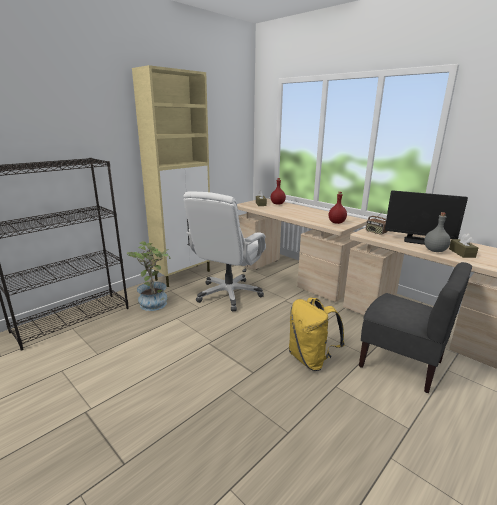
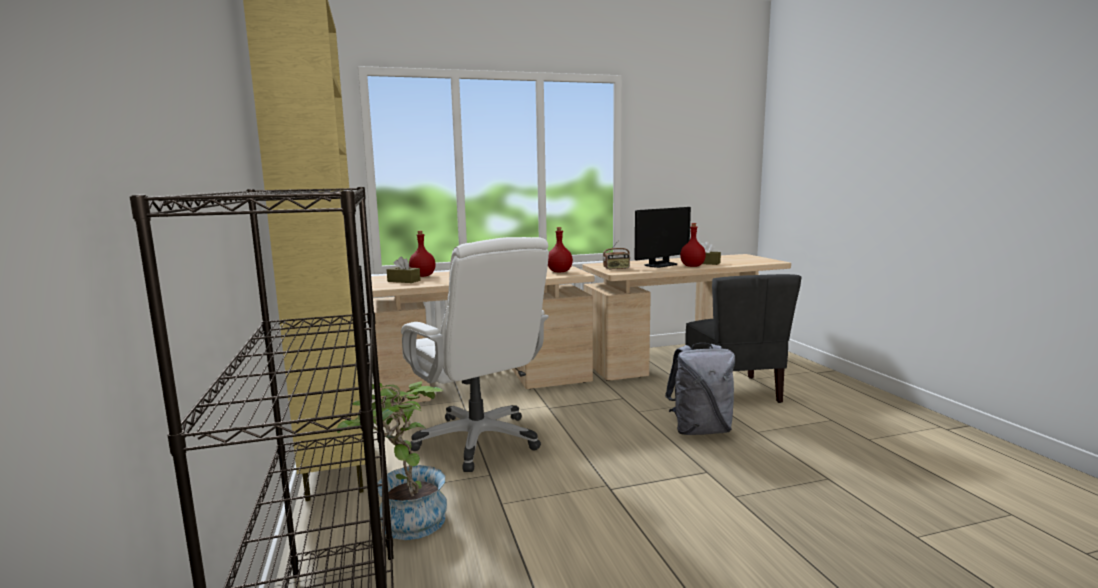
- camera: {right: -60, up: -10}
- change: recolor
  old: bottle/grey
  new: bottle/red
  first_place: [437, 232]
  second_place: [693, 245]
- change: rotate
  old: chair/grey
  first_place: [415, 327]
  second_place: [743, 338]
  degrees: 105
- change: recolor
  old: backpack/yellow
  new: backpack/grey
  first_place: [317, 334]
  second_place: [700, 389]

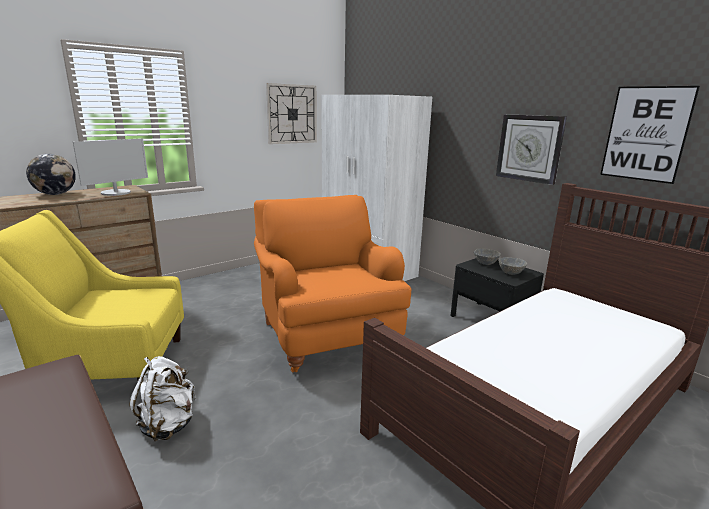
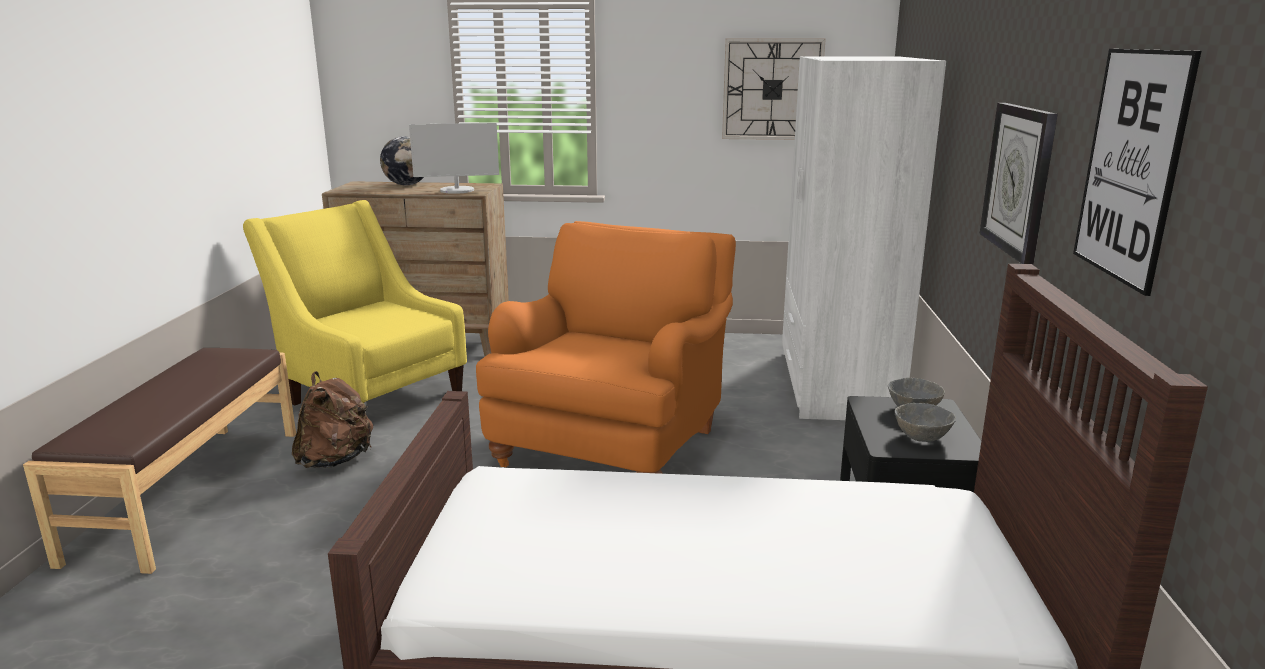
- camera: {right: 45, up: 0}
- change: recolor
  old: backpack/white
  new: backpack/brown
  first_place: [162, 398]
  second_place: [332, 419]

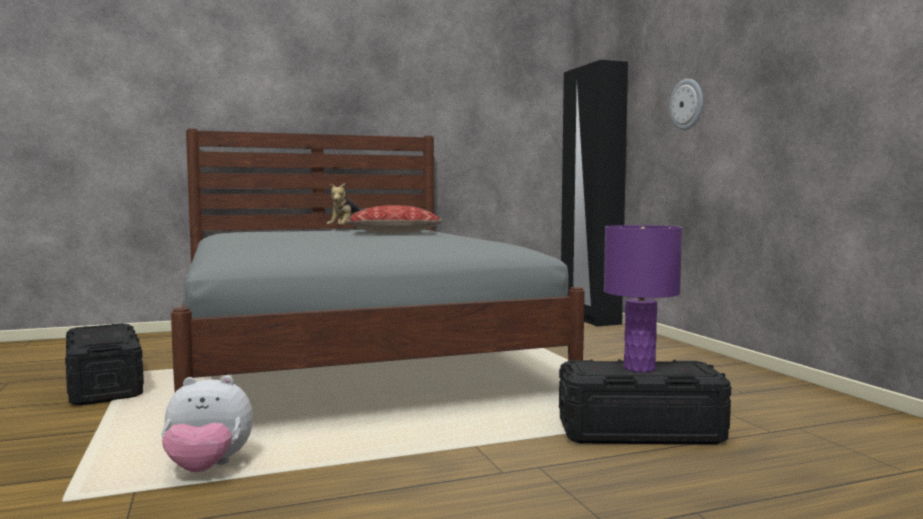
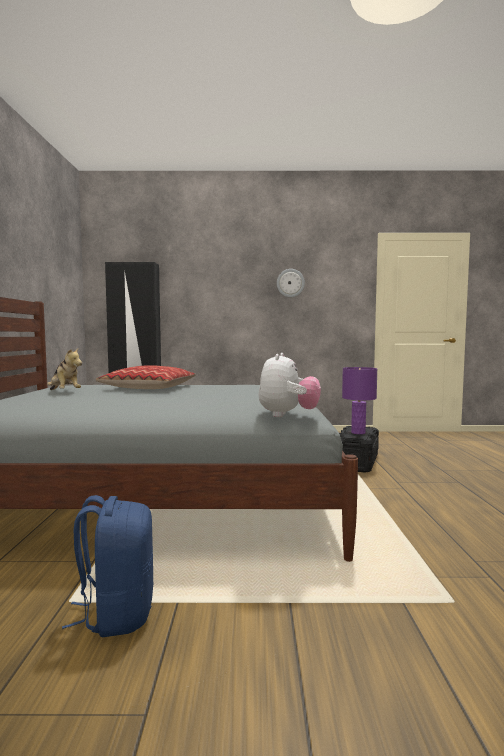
- camera: {right: -70, up: 0}
- change: move
  old: wall clock
  first_place: [686, 104]
  second_place: [291, 283]
- change: replace
  old: storage box/black
  new: backpack/blue
  first_place: [104, 364]
  second_place: [107, 566]
- change: move
  old: plush toy
  first_place: [207, 424]
  second_place: [290, 385]

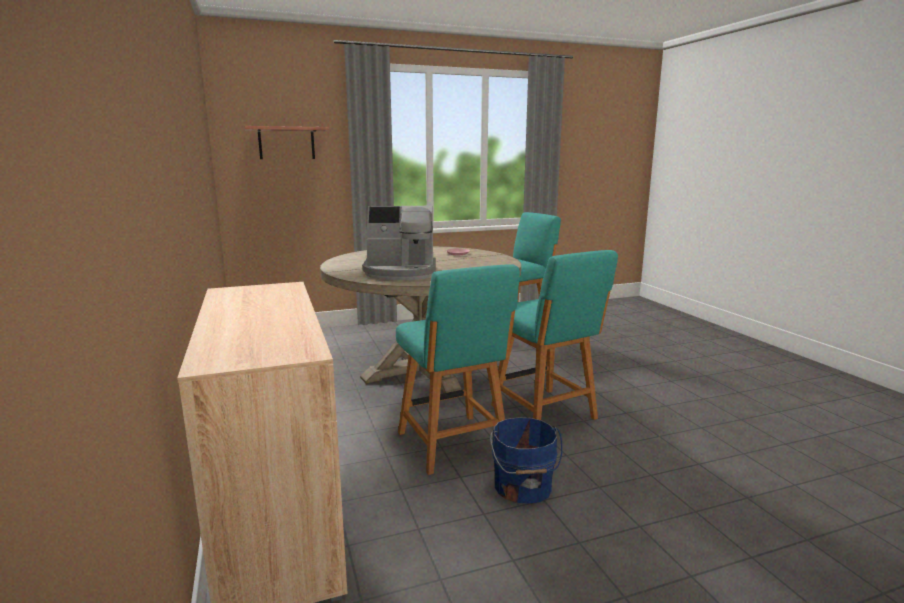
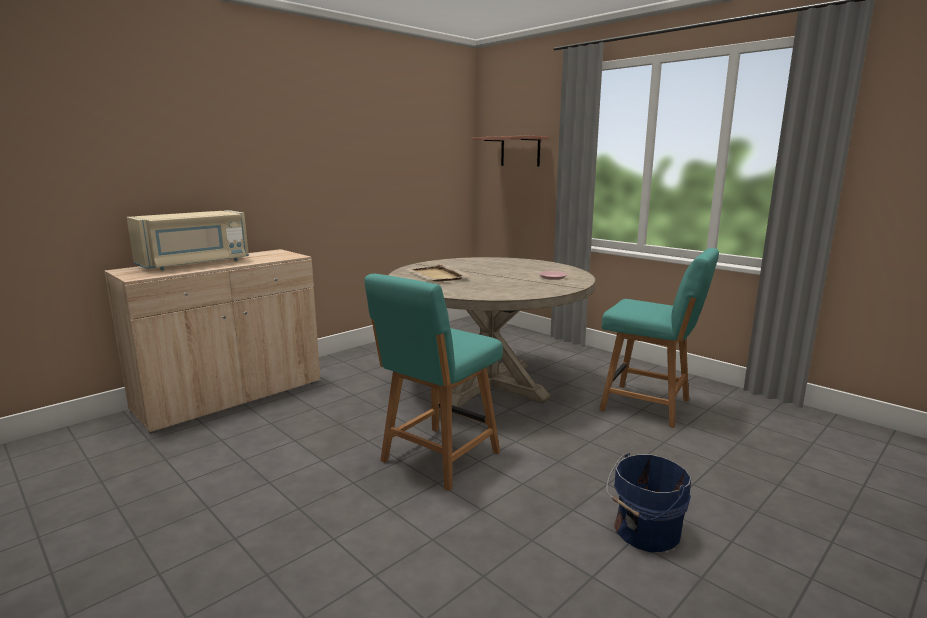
- camera: {right: 65, up: 0}
- change: replace
  old: coffee machine
  new: tray/beige
  first_place: [399, 243]
  second_place: [439, 273]
- change: delete
  old: chair/turquoise
  first_place: [458, 369]
- change: move
  old: bucket/blue
  first_place: [526, 460]
  second_place: [648, 502]
- change: insert
  new: microwave/beige
  second_place: [187, 240]

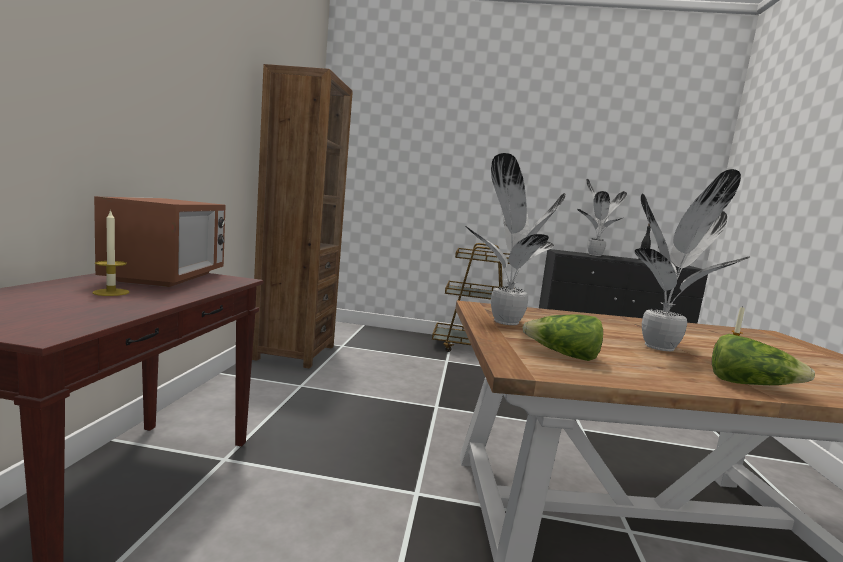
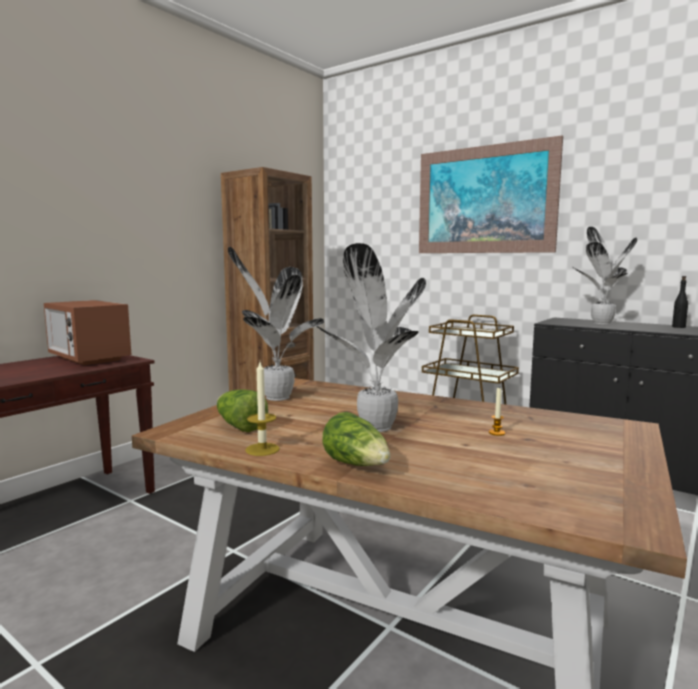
- camera: {right: 30, up: 0}
- change: rotate
  old: microwave
  first_place: [160, 241]
  second_place: [87, 332]
  degrees: 105
- change: move
  old: candle
  first_place: [110, 252]
  second_place: [262, 409]
- change: insert
  new: picture
  second_place: [491, 194]

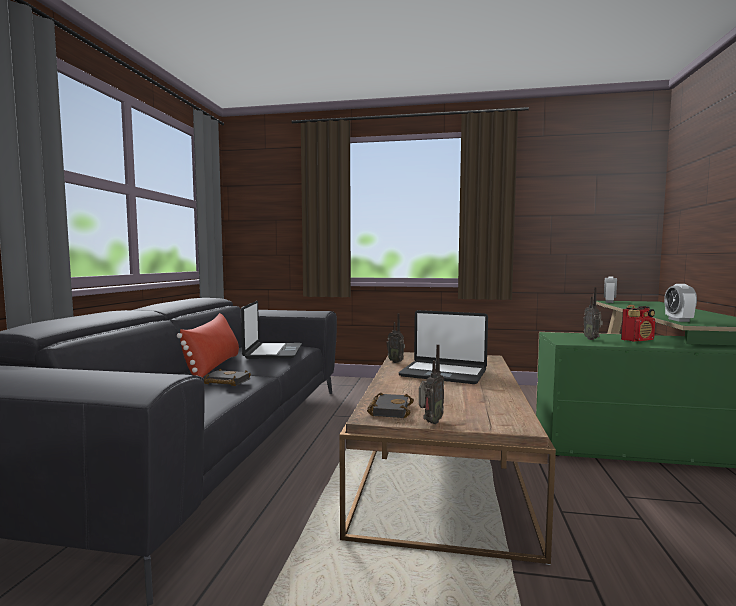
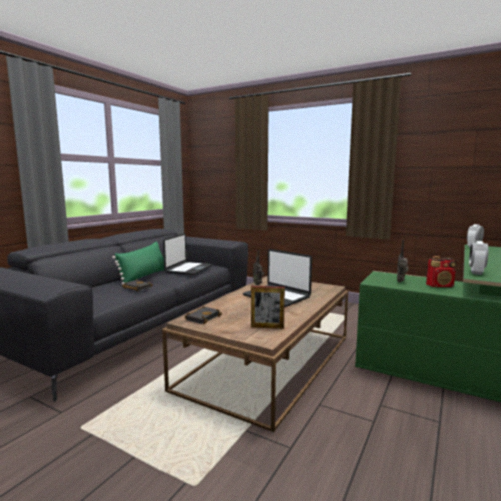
- camera: {right: 20, up: 5}
- change: recolor
  old: pillow/red
  new: pillow/green
  first_place: [208, 345]
  second_place: [138, 263]
- change: delete
  old: radio
  first_place: [431, 384]
- change: insert
  new: picture frame
  second_place: [268, 307]

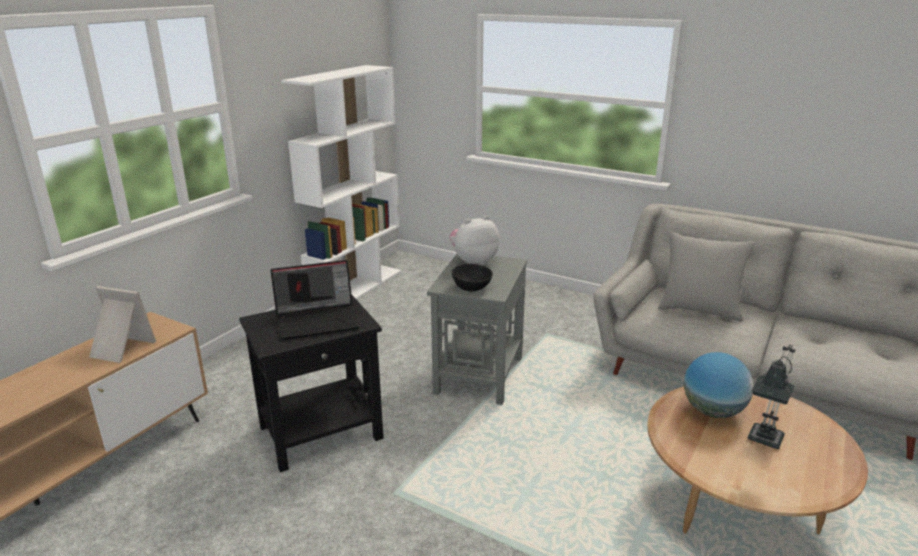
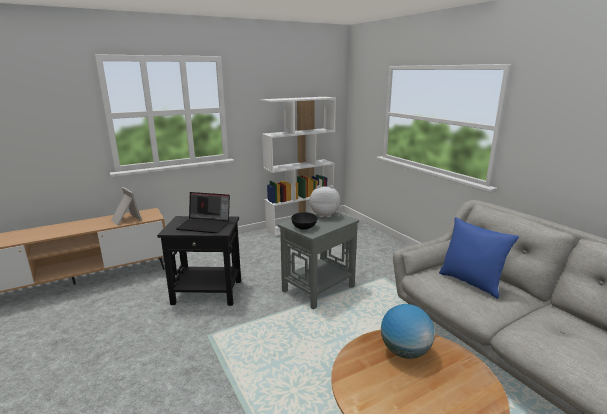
- camera: {right: 30, up: -5}
- change: recolor
  old: pillow/grey
  new: pillow/blue
  first_place: [706, 277]
  second_place: [479, 258]
- change: delete
  old: table lamp
  first_place: [771, 396]

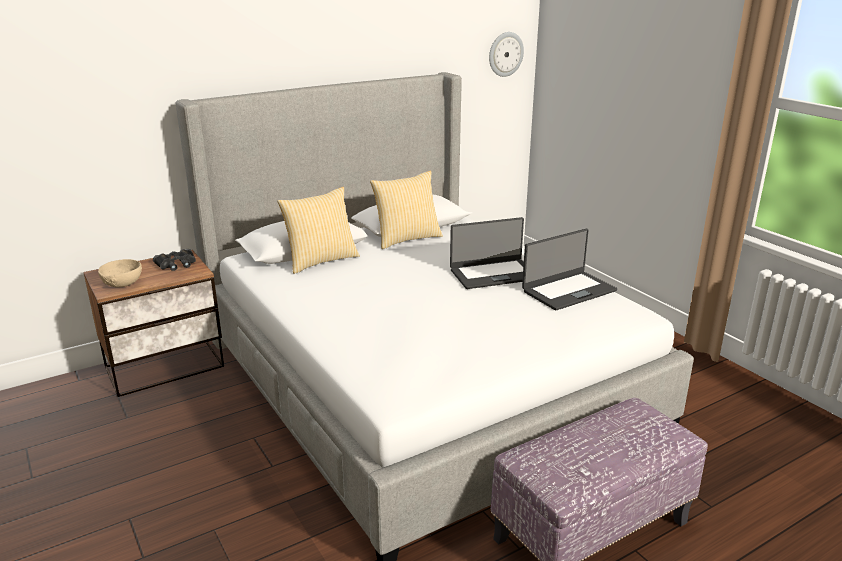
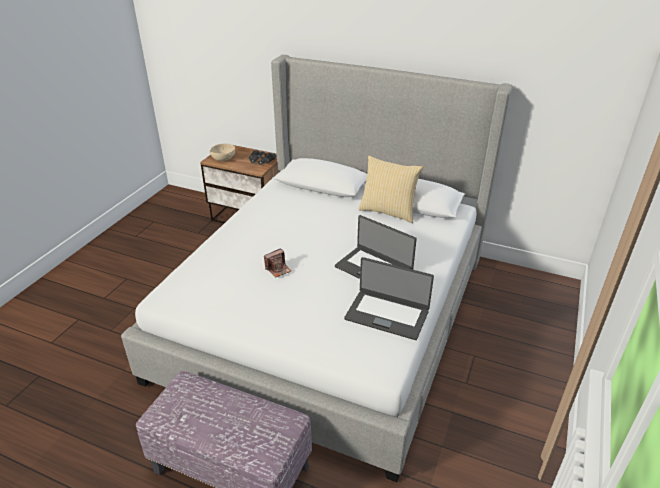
- camera: {right: 55, up: 10}
- change: delete
  old: wall clock
  first_place: [506, 54]
- change: delete
  old: pillow
  first_place: [318, 230]
- change: insert
  new: photo camera
  second_place: [278, 263]

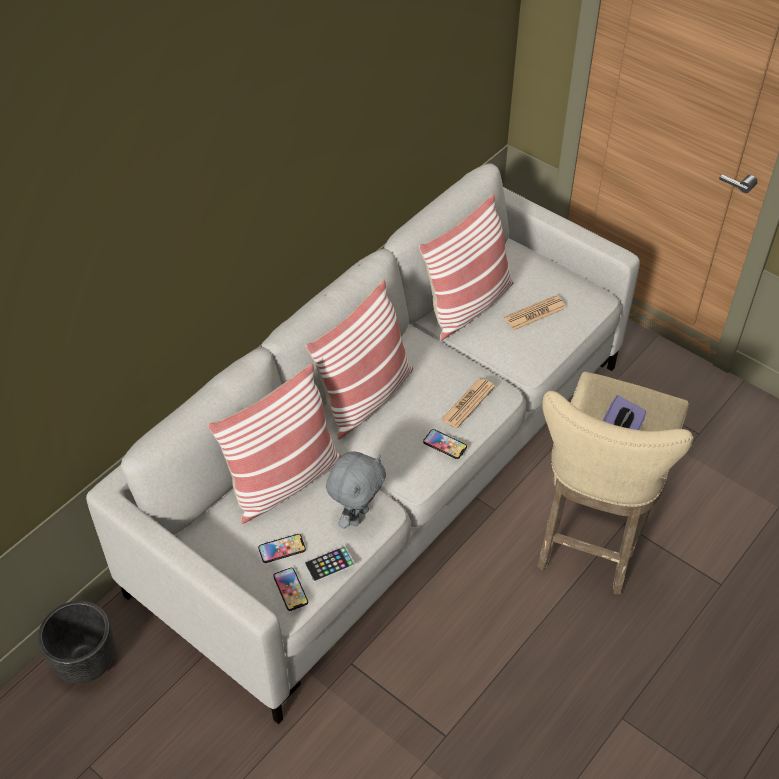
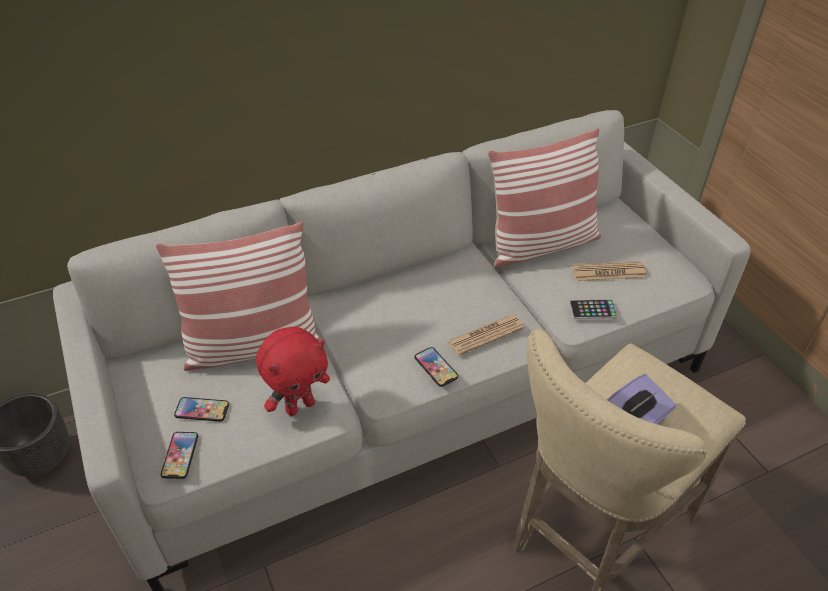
- camera: {right: 25, up: -5}
- change: delete
  old: pillow
  first_place: [359, 360]
- change: recolor
  old: plush toy/grey
  new: plush toy/red
  first_place: [356, 490]
  second_place: [293, 371]
- change: move
  old: phone
  first_place: [330, 564]
  second_place: [593, 309]

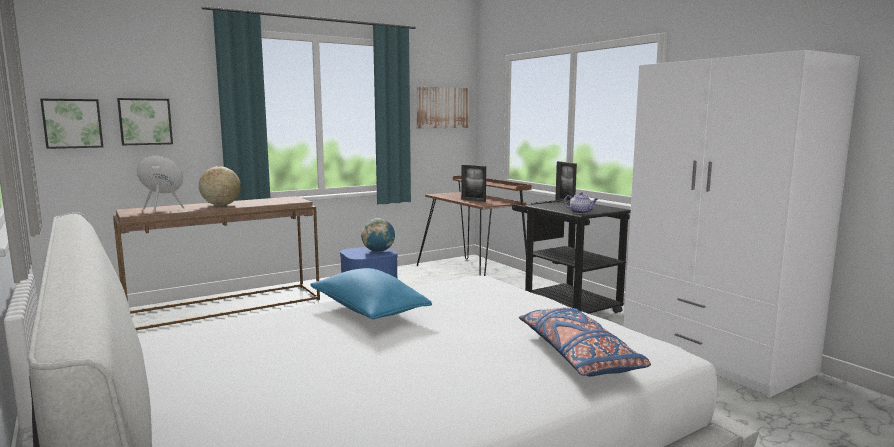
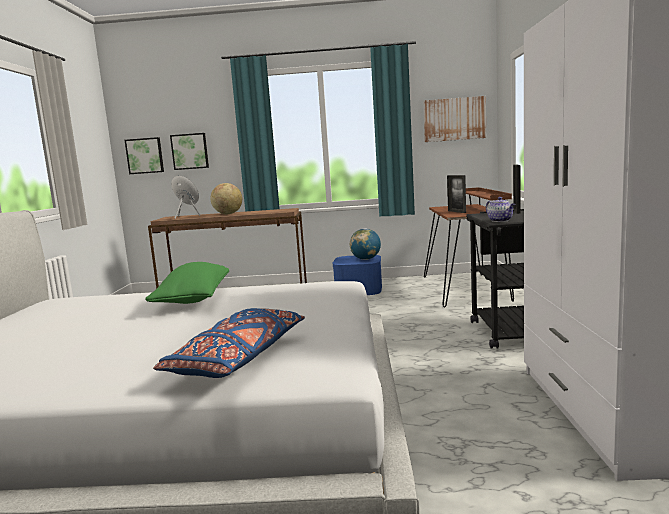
- camera: {right: 35, up: 0}
- change: recolor
  old: pillow/blue
  new: pillow/green
  first_place: [371, 293]
  second_place: [187, 283]

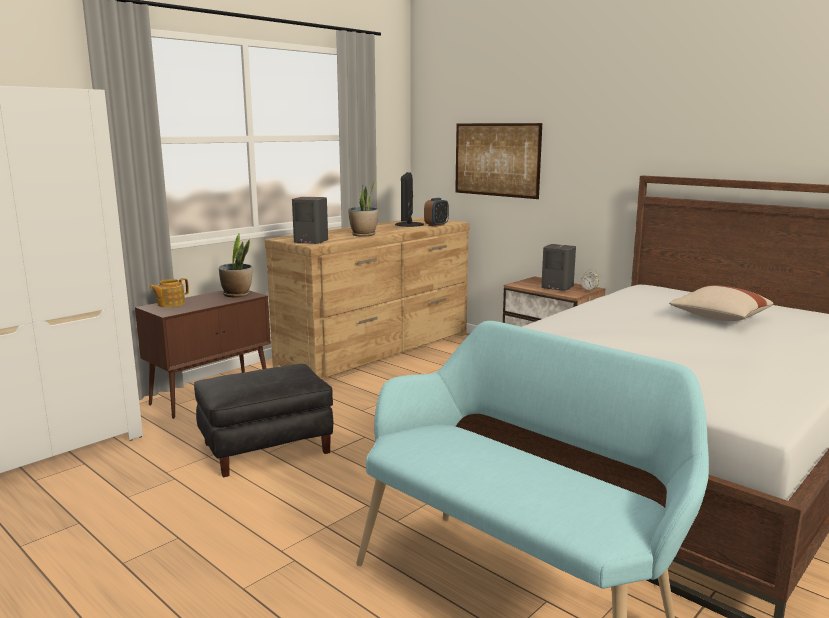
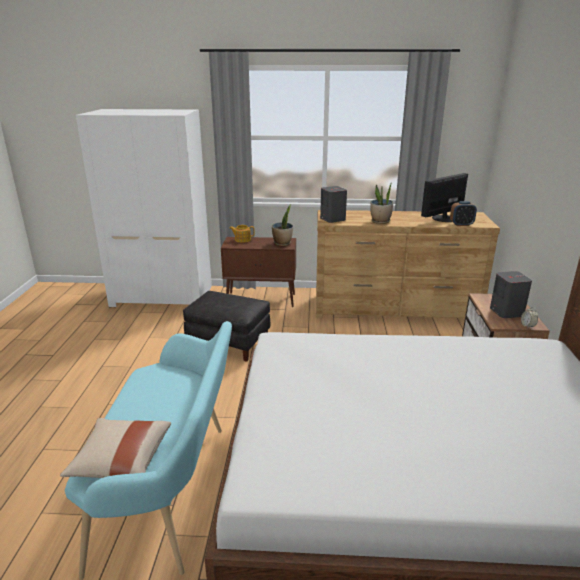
- camera: {right: 50, up: 10}
- change: delete
  old: picture
  first_place: [498, 161]
- change: move
  old: pillow/beige
  first_place: [721, 303]
  second_place: [115, 448]

